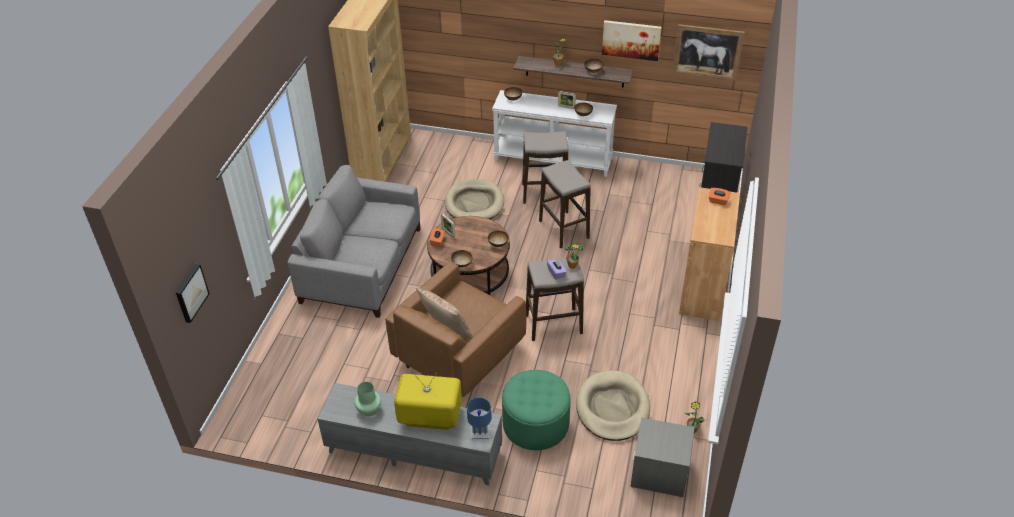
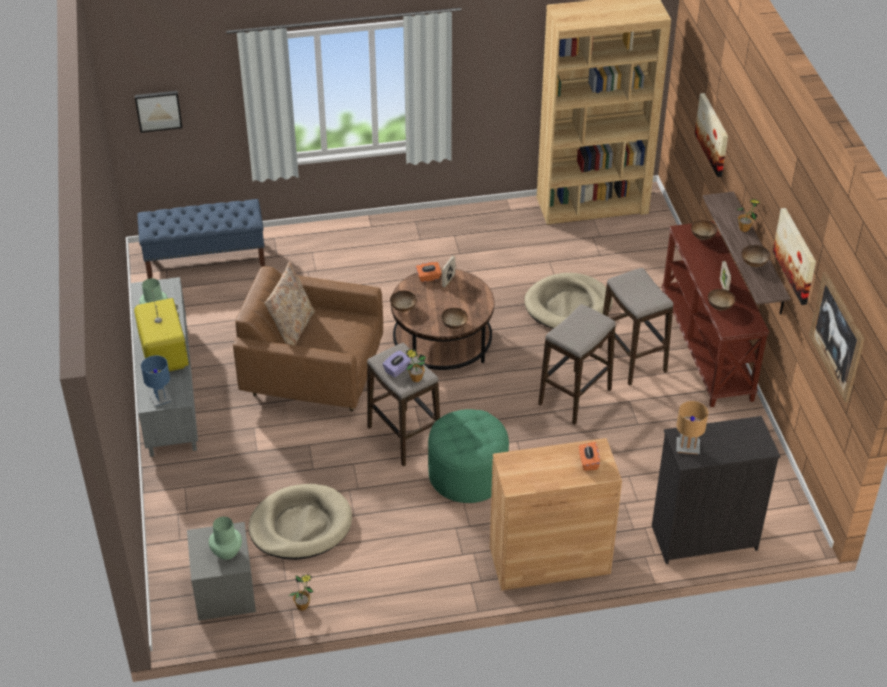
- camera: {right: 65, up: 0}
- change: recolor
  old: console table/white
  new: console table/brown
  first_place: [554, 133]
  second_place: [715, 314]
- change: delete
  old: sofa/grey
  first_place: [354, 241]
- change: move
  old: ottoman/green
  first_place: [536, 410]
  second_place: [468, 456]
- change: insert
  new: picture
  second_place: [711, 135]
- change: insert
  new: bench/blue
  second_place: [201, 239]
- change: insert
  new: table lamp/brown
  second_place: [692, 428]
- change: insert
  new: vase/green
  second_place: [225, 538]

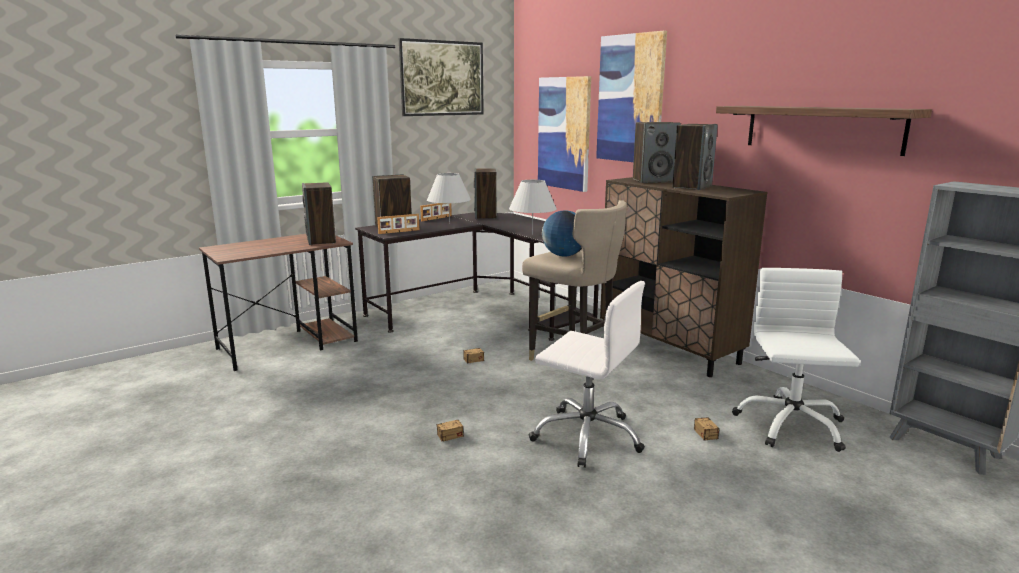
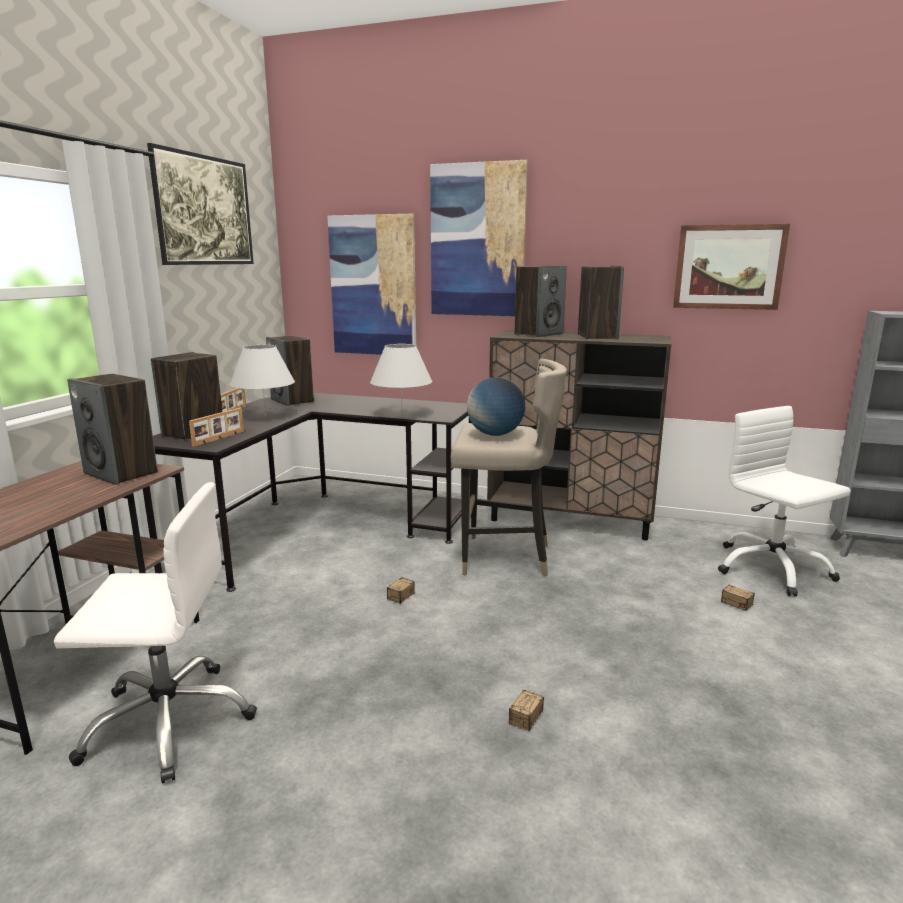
- camera: {right: -35, up: 0}
- change: replace
  old: shelf
  new: picture
  first_place: [824, 131]
  second_place: [731, 267]
- change: move
  old: office chair/white
  first_place: [587, 374]
  second_place: [155, 632]

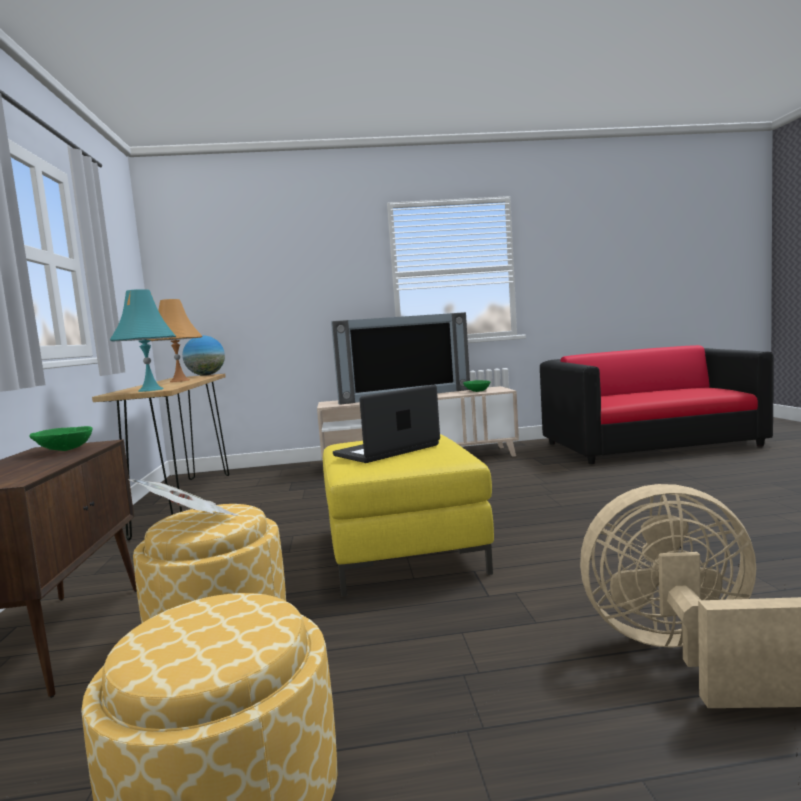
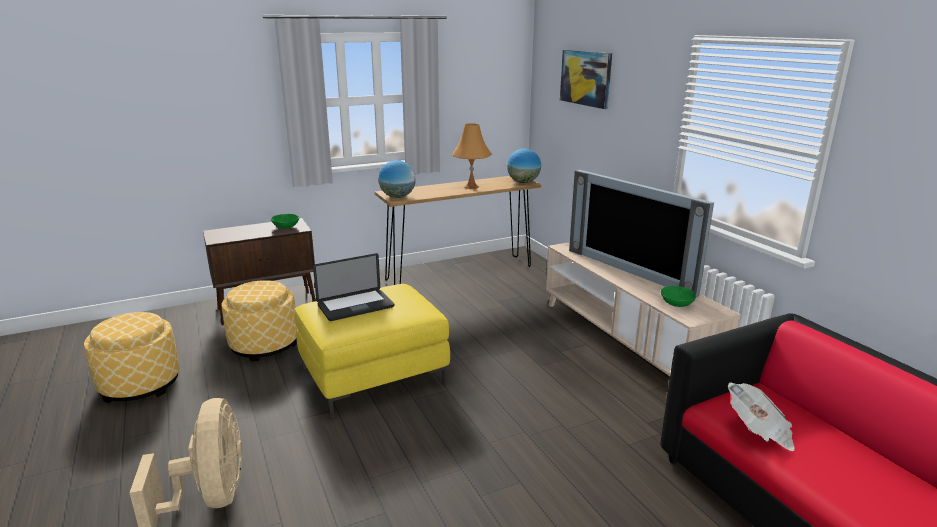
- camera: {right: 70, up: 15}
- change: replace
  old: table lamp/turquoise
  new: globe
  first_place: [143, 340]
  second_place: [397, 179]
- change: rotate
  old: laptop
  first_place: [386, 424]
  second_place: [353, 287]
  degrees: 120
- change: move
  old: newspaper
  first_place: [183, 497]
  second_place: [761, 416]
- change: insert
  new: picture
  second_place: [586, 79]

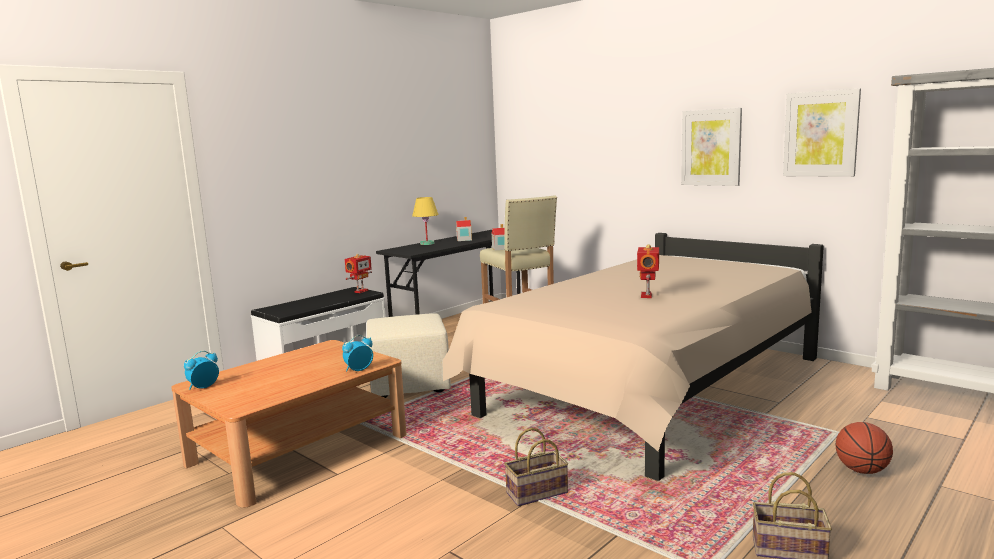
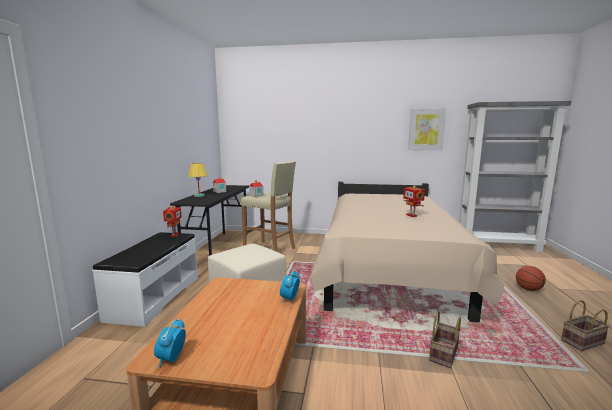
- camera: {right: -35, up: 0}
- change: delete
  old: picture
  first_place: [711, 147]

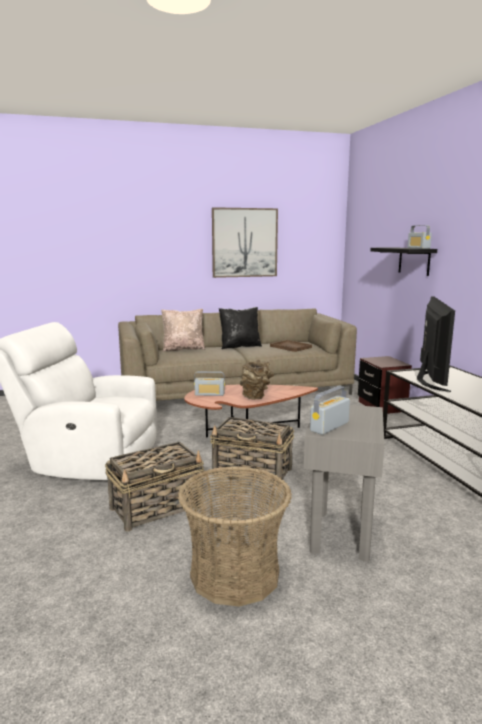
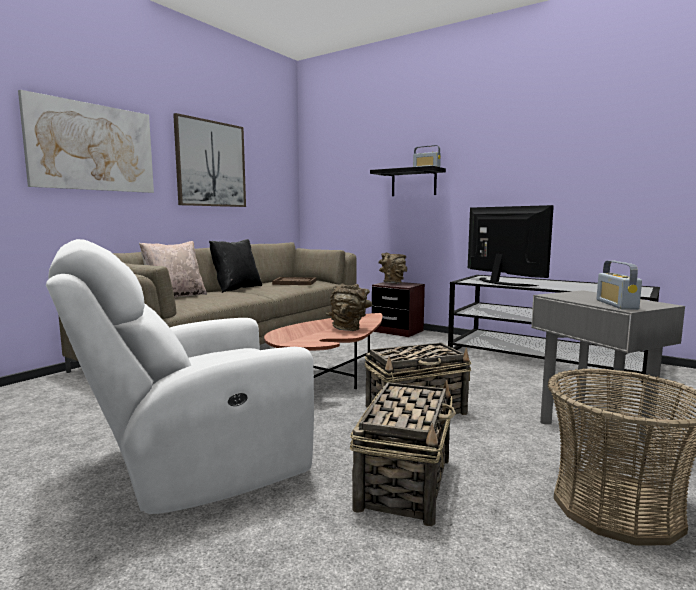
- camera: {right: -40, up: -5}
- change: delete
  old: radio
  first_place: [209, 383]
- change: insert
  new: picture
  second_place: [86, 141]
- change: insert
  new: vase/brown
  second_place: [392, 268]

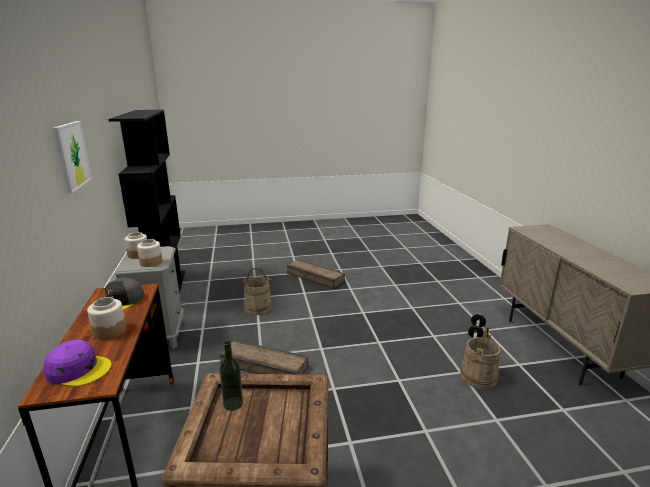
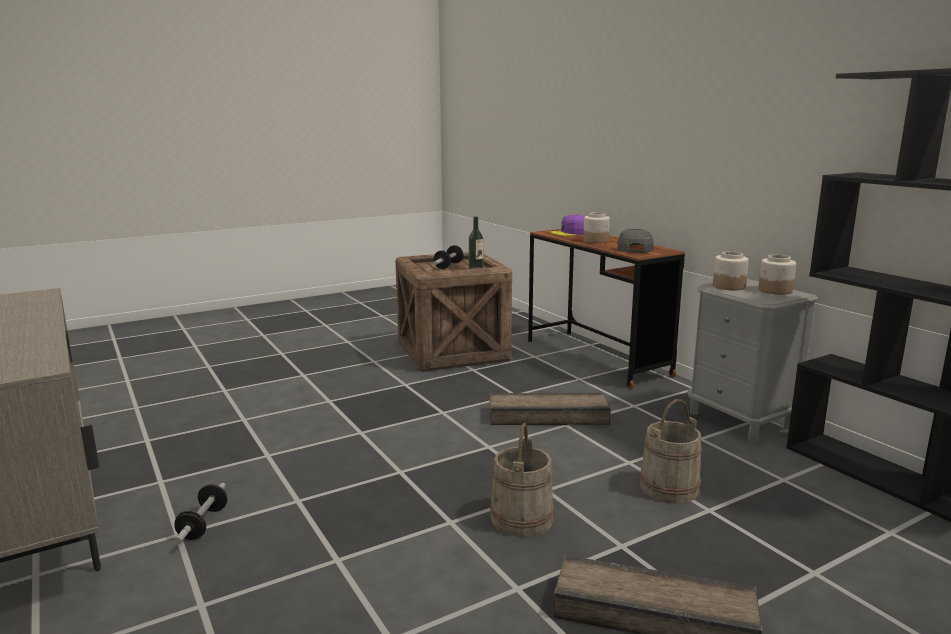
- camera: {right: 160, up: -5}
- change: delete
  old: picture
  first_place: [72, 157]
- change: move
  old: bucket/beige
  first_place: [480, 358]
  second_place: [522, 480]
- change: insert
  new: dumbbell
  second_place: [449, 257]

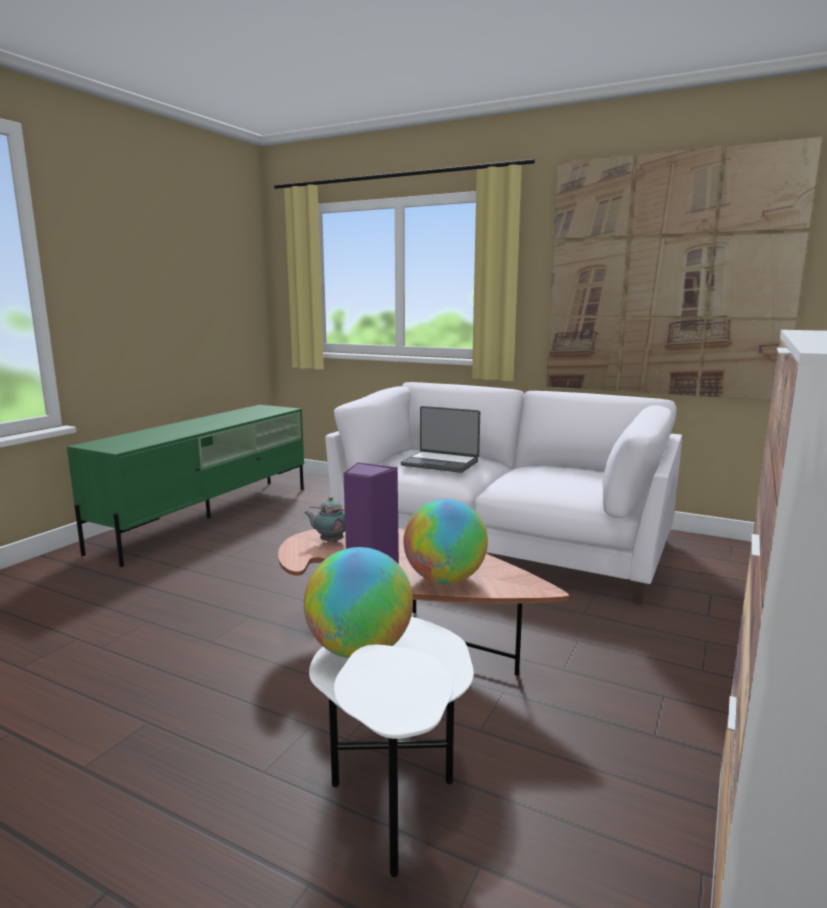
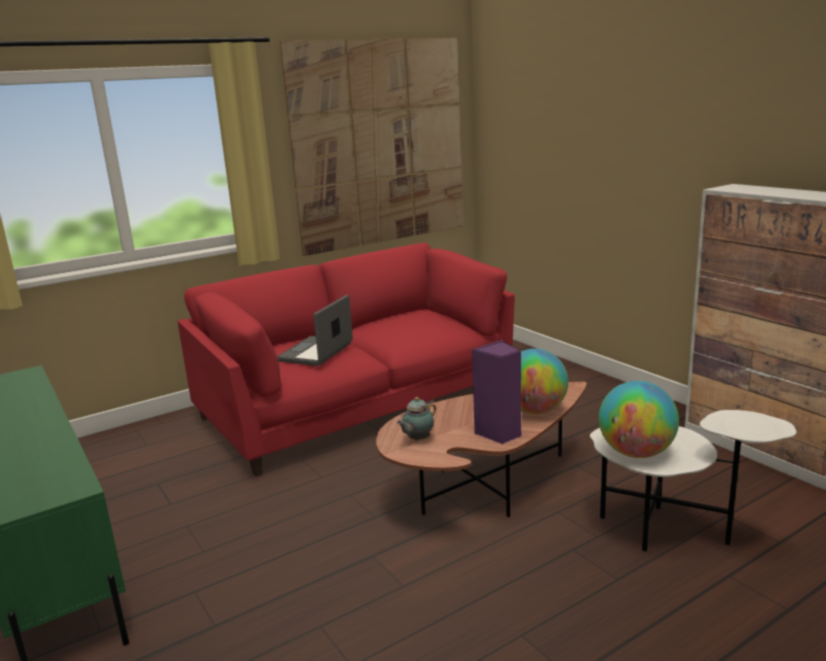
- camera: {right: -60, up: 5}
- change: recolor
  old: sofa/white
  new: sofa/red
  first_place: [503, 493]
  second_place: [346, 360]
- change: rotate
  old: laptop
  first_place: [440, 439]
  second_place: [315, 330]
  degrees: 150

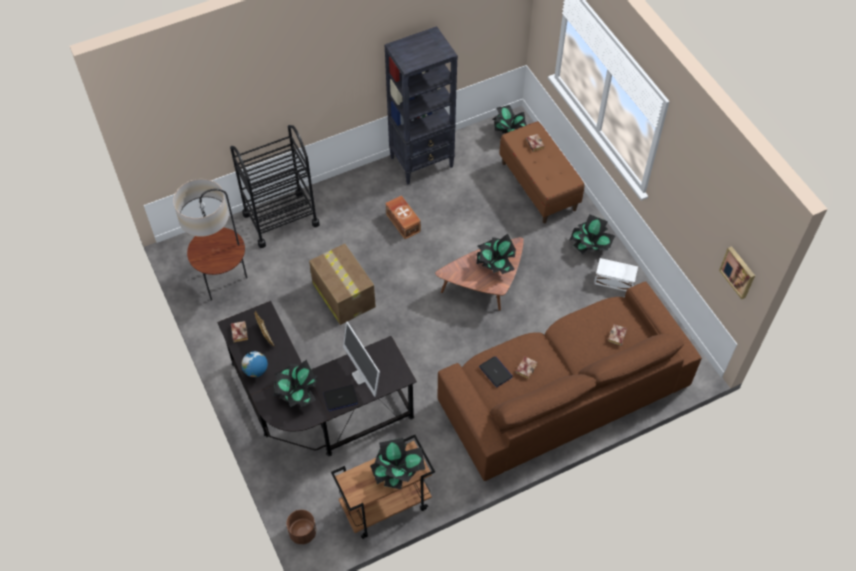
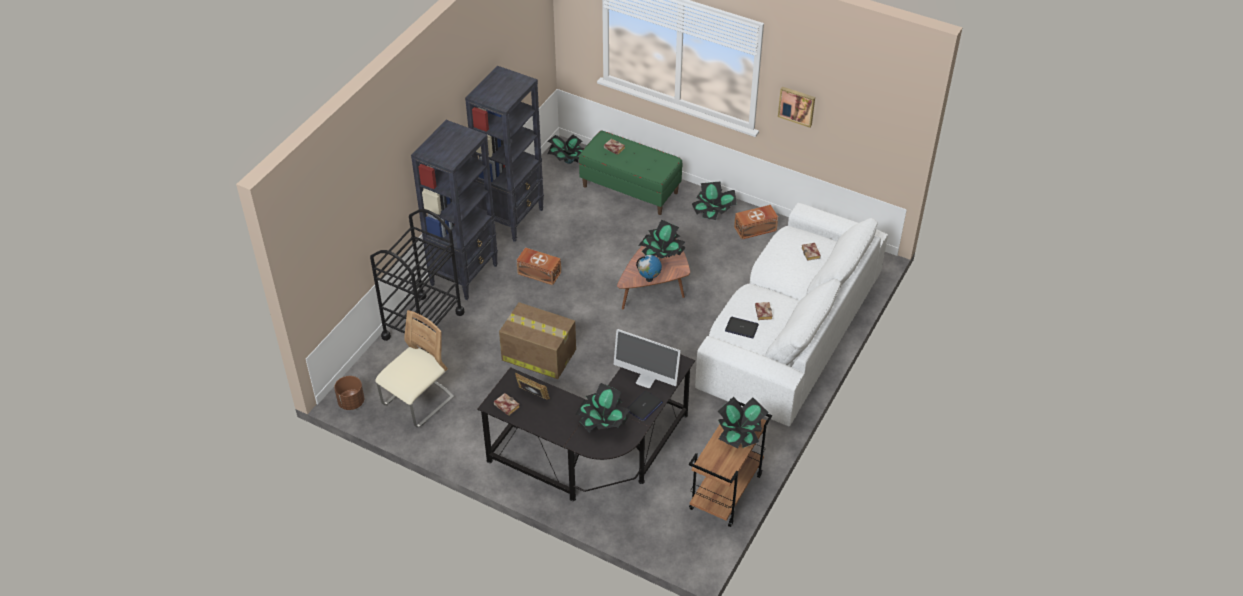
- camera: {right: -35, up: -10}
- change: recolor
  old: bench/brown
  new: bench/green
  first_place: [542, 172]
  second_place: [630, 172]
- change: replace
  old: floor lamp
  new: chair/beige
  first_place: [210, 240]
  second_place: [414, 369]
- change: move
  old: picture
  first_place: [737, 272]
  second_place: [796, 107]
- change: recolor
  old: storage box/white
  new: storage box/brown
  first_place: [616, 274]
  second_place: [756, 222]
- change: recolor
  old: sofa/brown
  new: sofa/white
  first_place: [570, 381]
  second_place: [791, 314]
- change: move
  old: globe
  first_place: [254, 364]
  second_place: [649, 268]
- change: move
  old: planter/brown
  first_place: [301, 527]
  second_place: [349, 393]
- change: insert
  new: bookcase/black
  second_place: [454, 210]

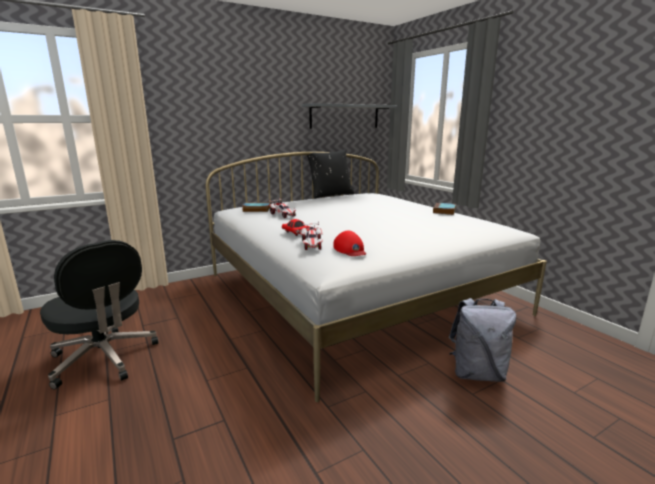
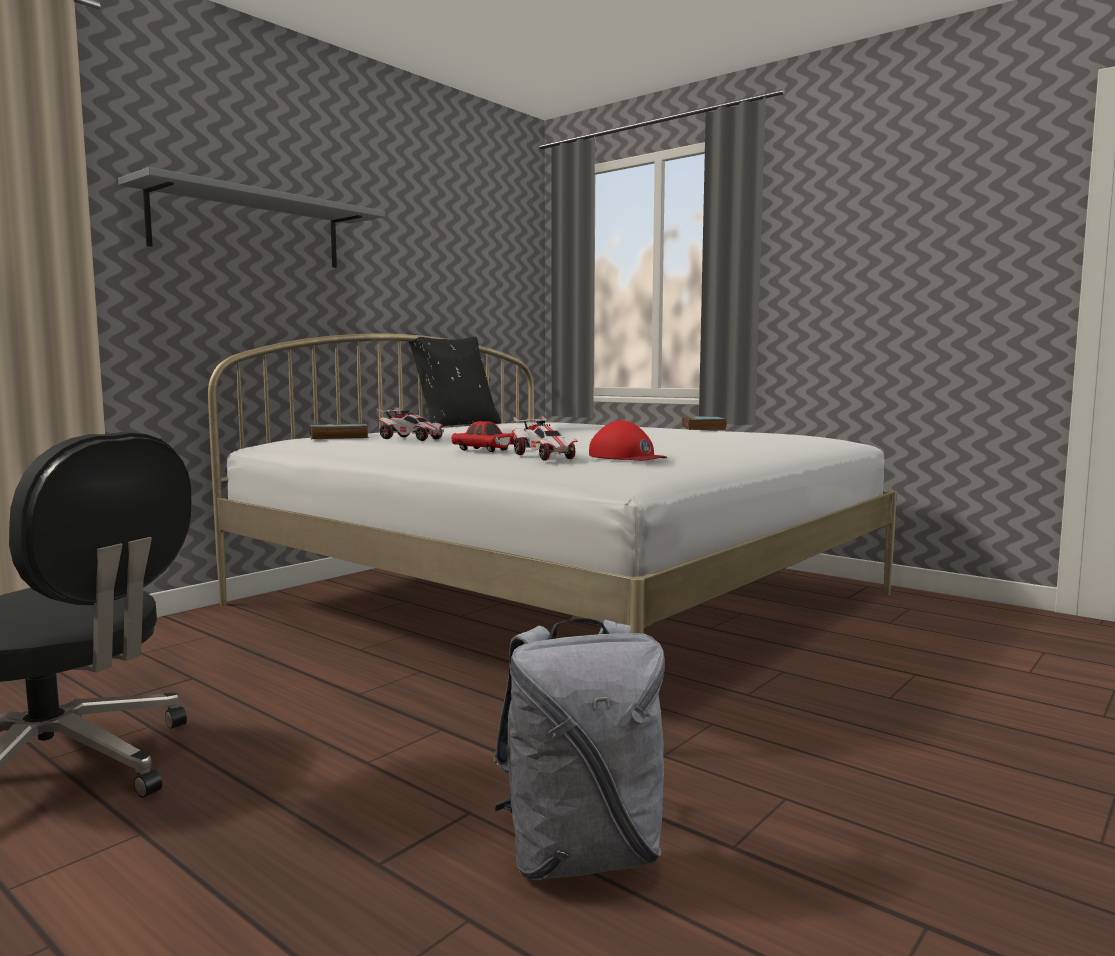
- camera: {right: -20, up: -10}
- change: move
  old: shelf/grey
  first_place: [349, 116]
  second_place: [251, 217]
- change: move
  old: backpack/grey
  first_place: [482, 340]
  second_place: [579, 749]

